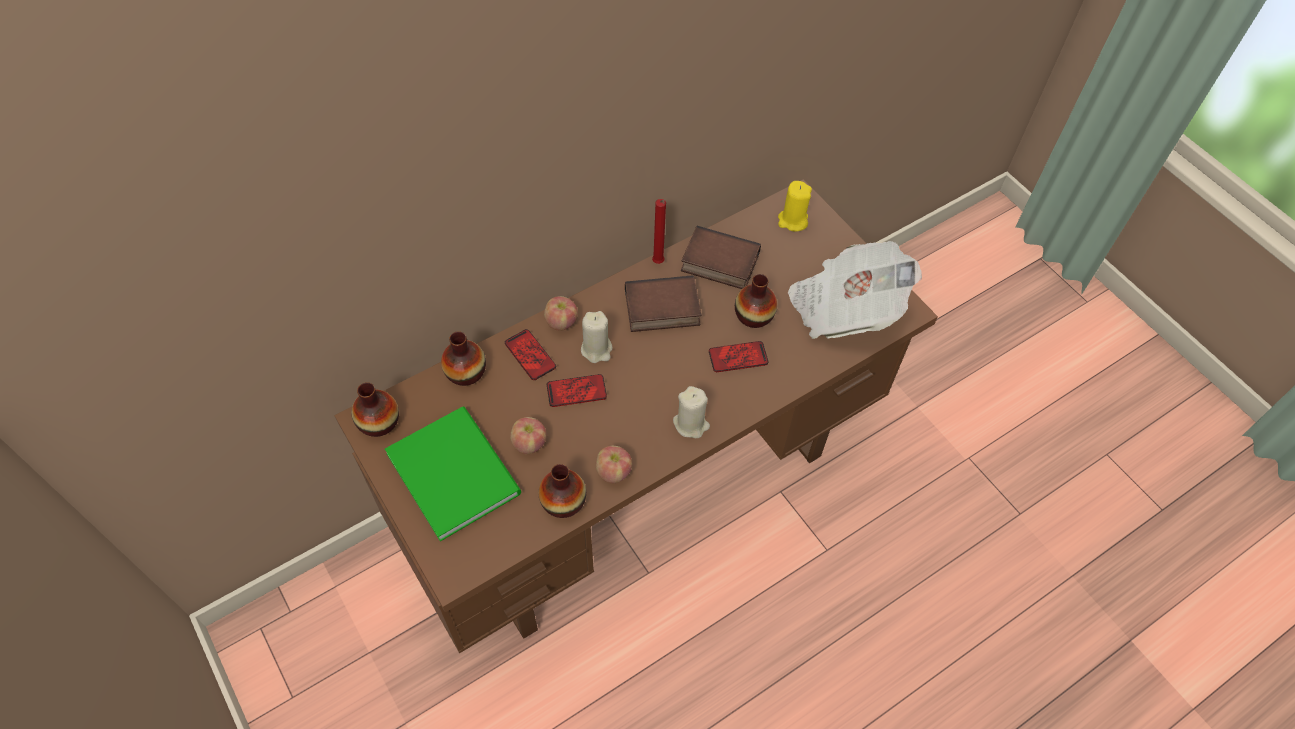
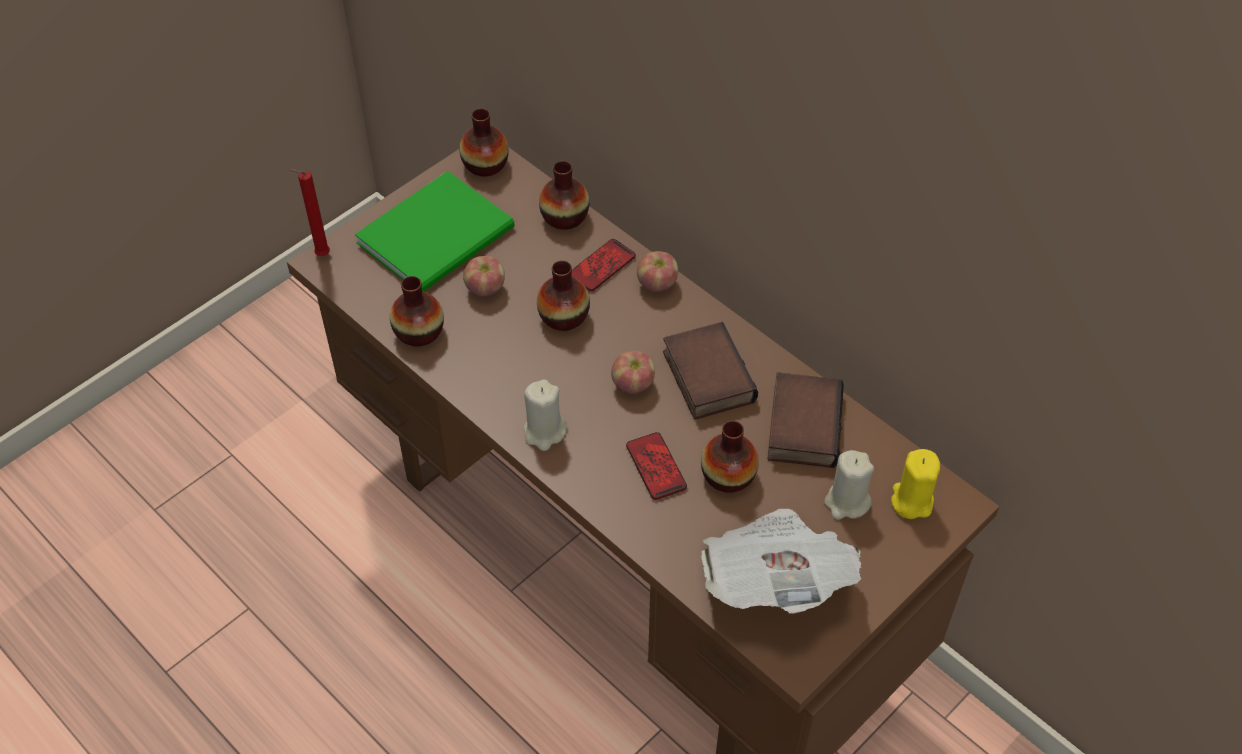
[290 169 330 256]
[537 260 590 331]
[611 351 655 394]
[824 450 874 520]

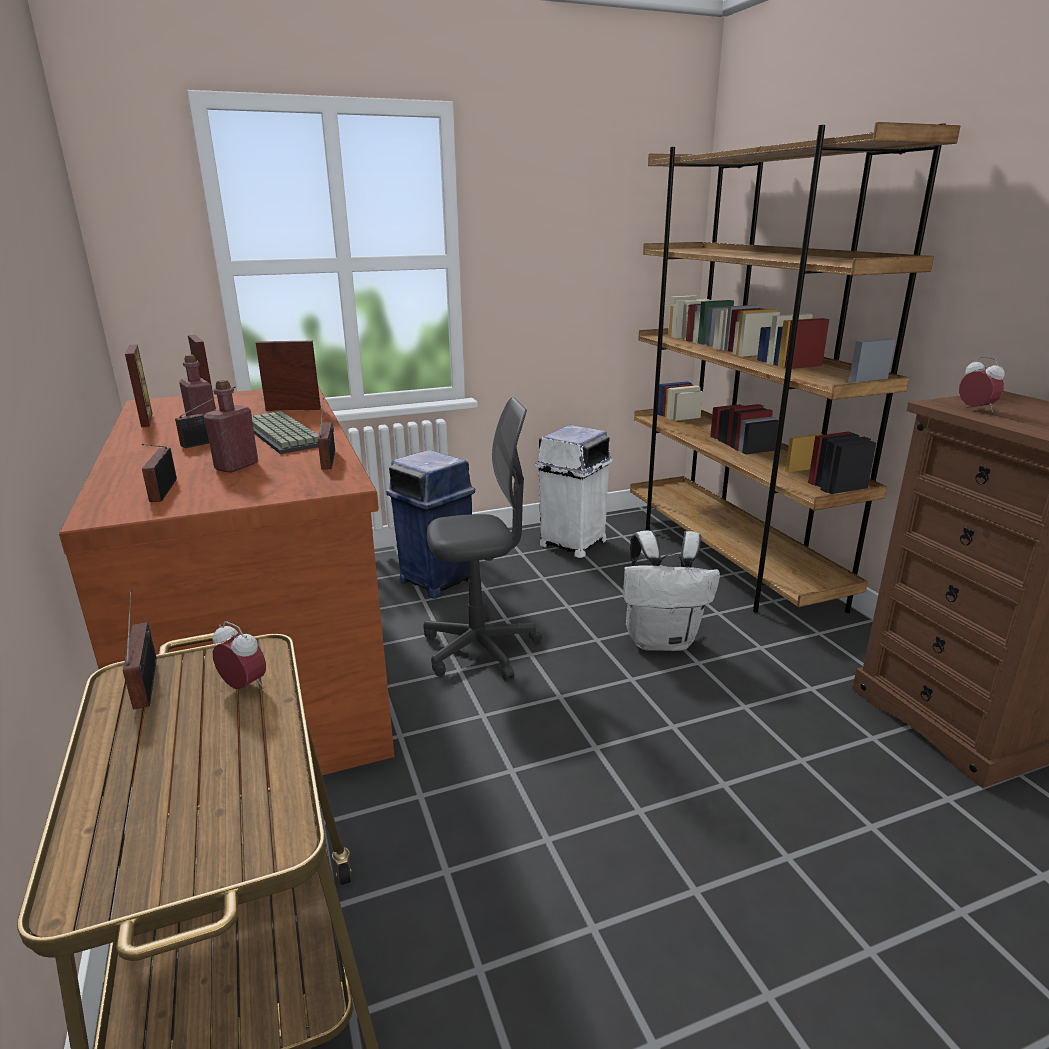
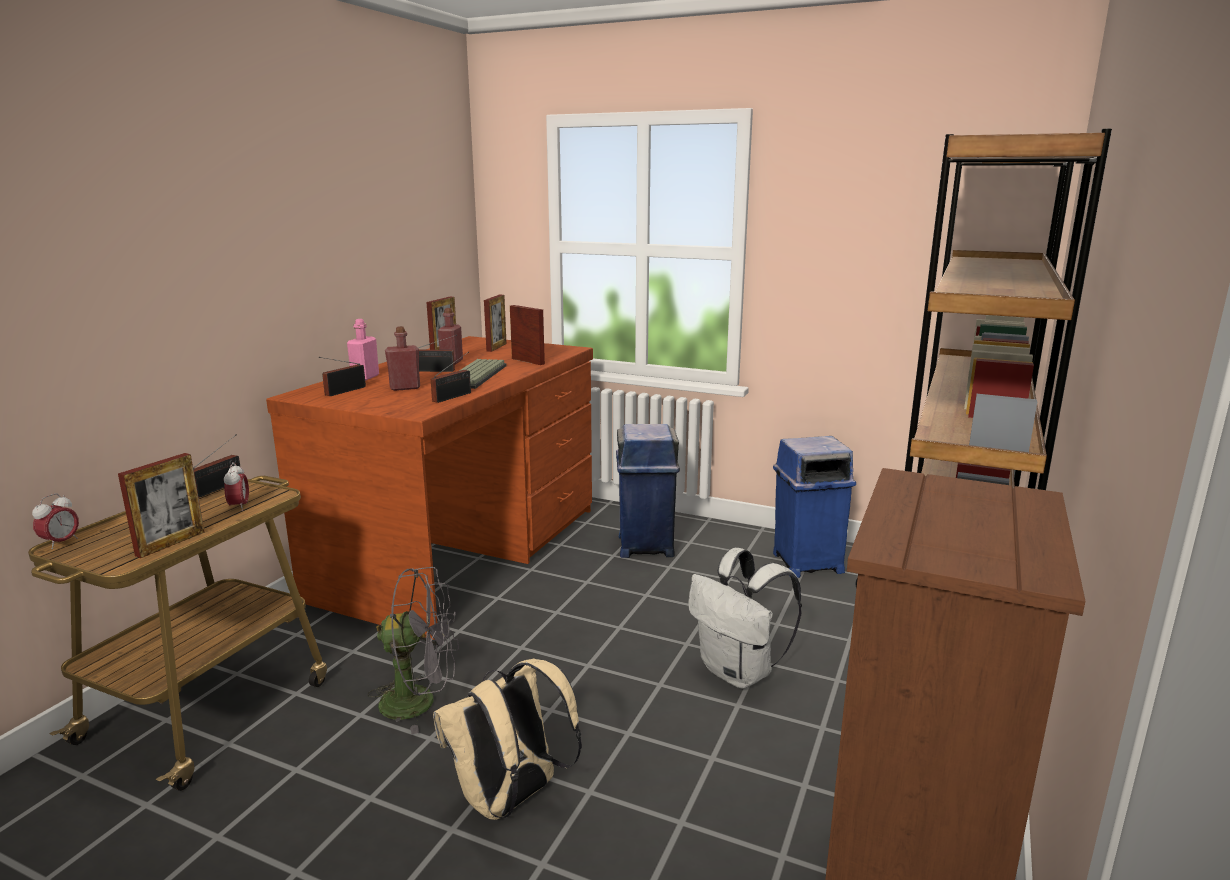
[32 493 79 549]
[118 453 204 558]
[347 319 379 381]
[367 567 459 734]
[433 658 582 820]
[773 436 856 578]
[423 397 542 681] (first image)

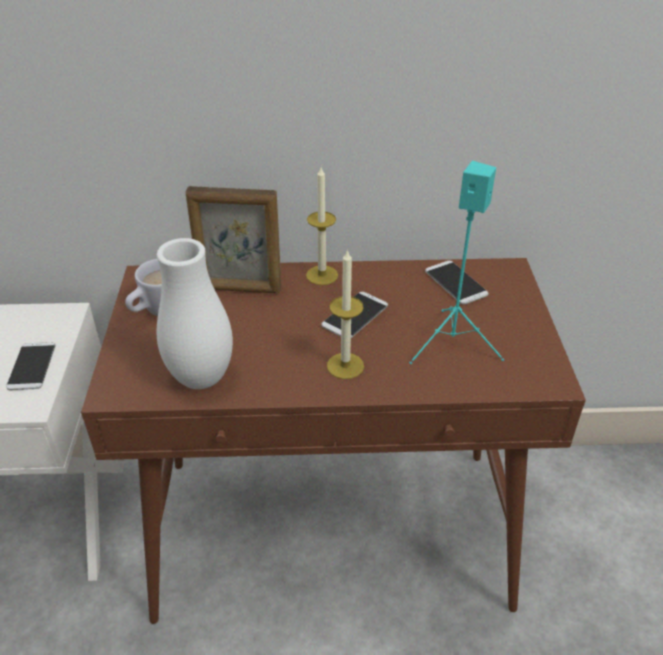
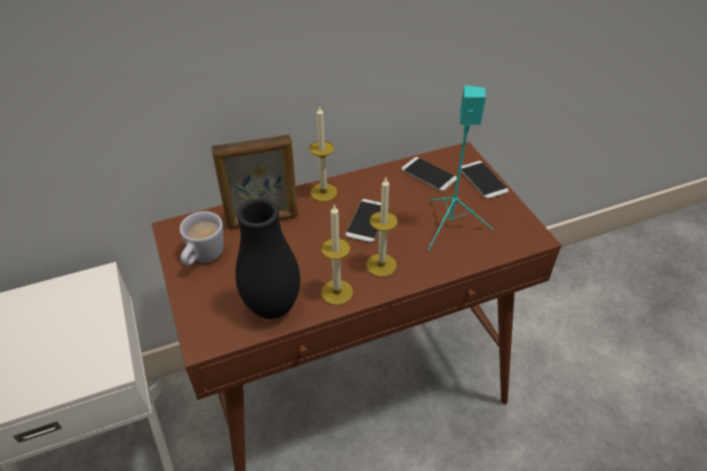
[235 198 300 319]
[321 204 353 305]
[461 161 509 199]

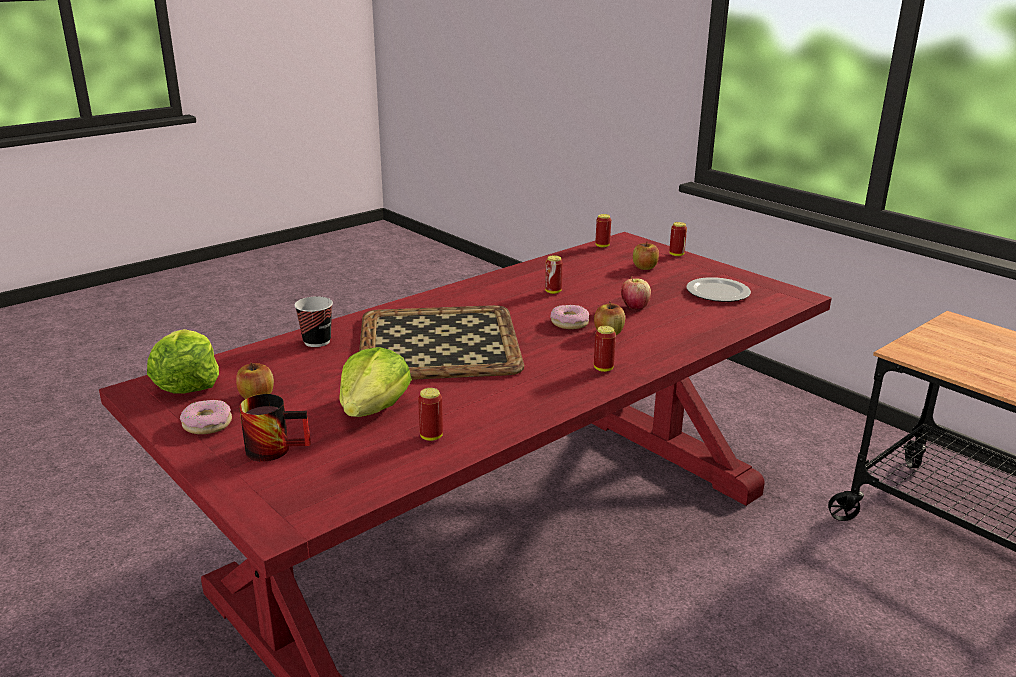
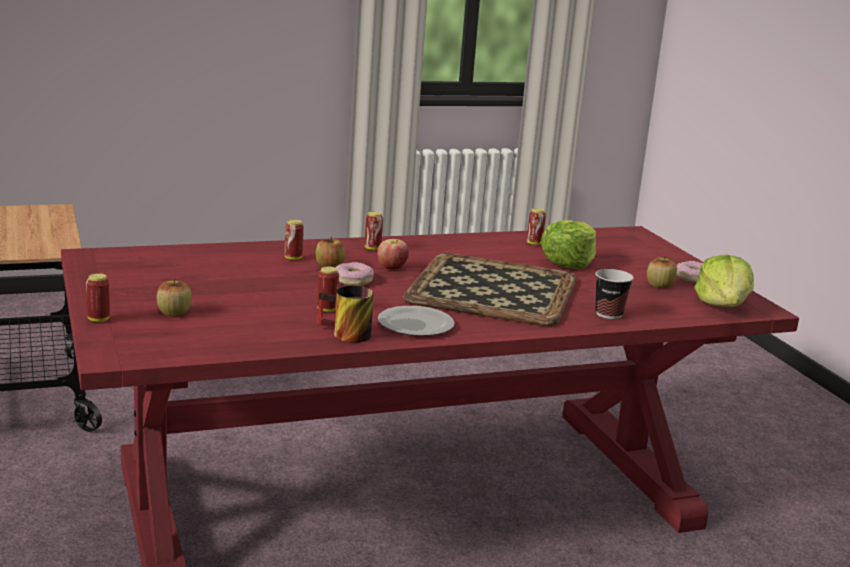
[285 220 304 260]
[318 286 374 342]
[377 239 409 269]
[378 306 454 336]

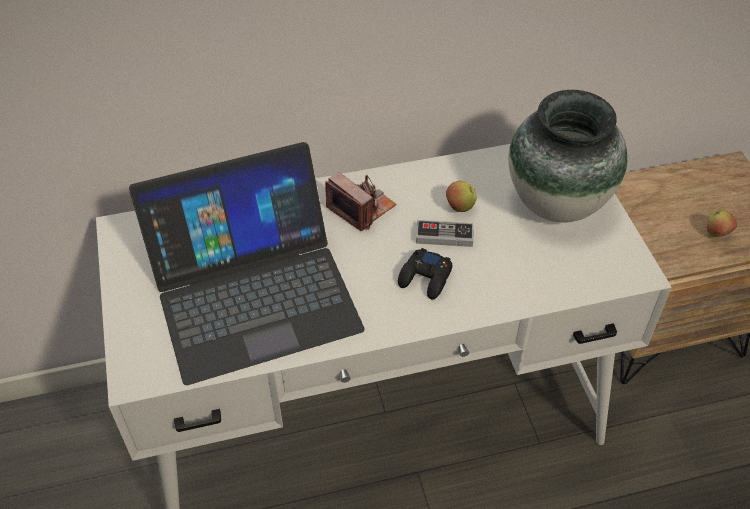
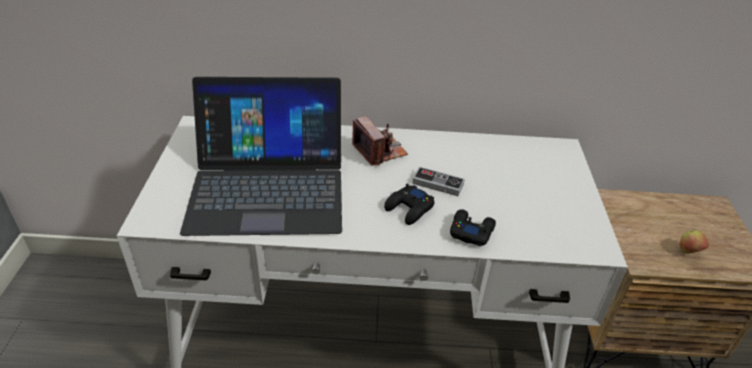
[450 209 496 246]
[446 181 477 212] (first image)
[508 90 627 223] (first image)

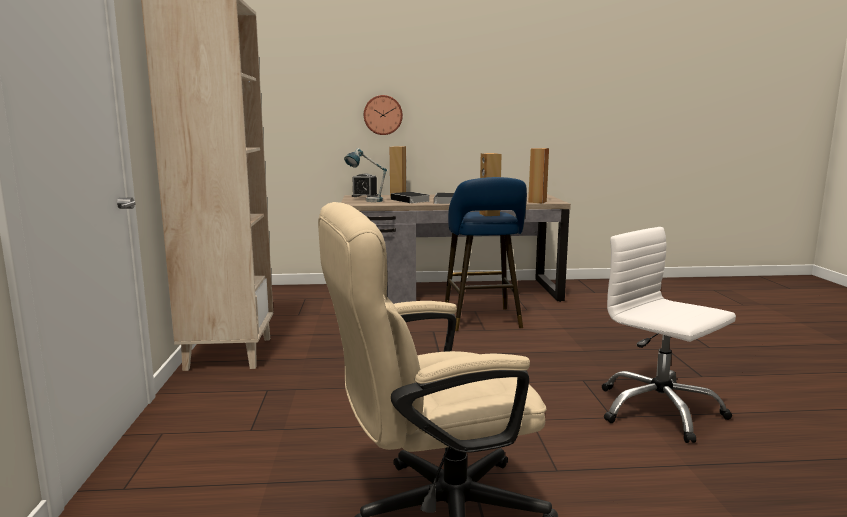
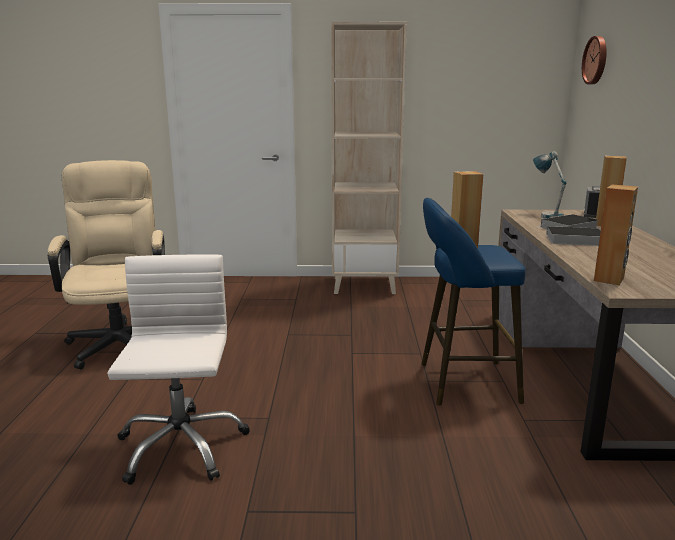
[107 255 250 485]
[582 36 607 84]

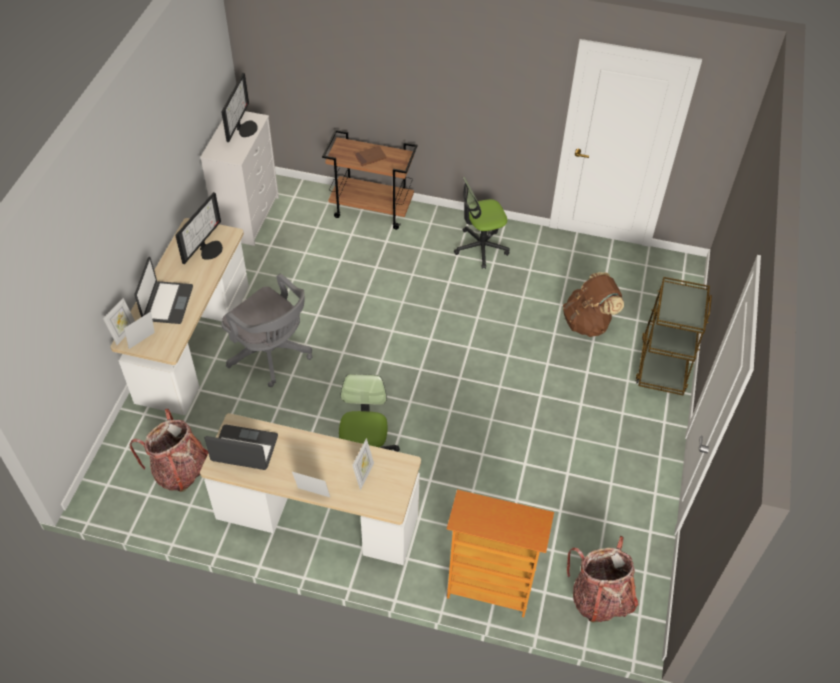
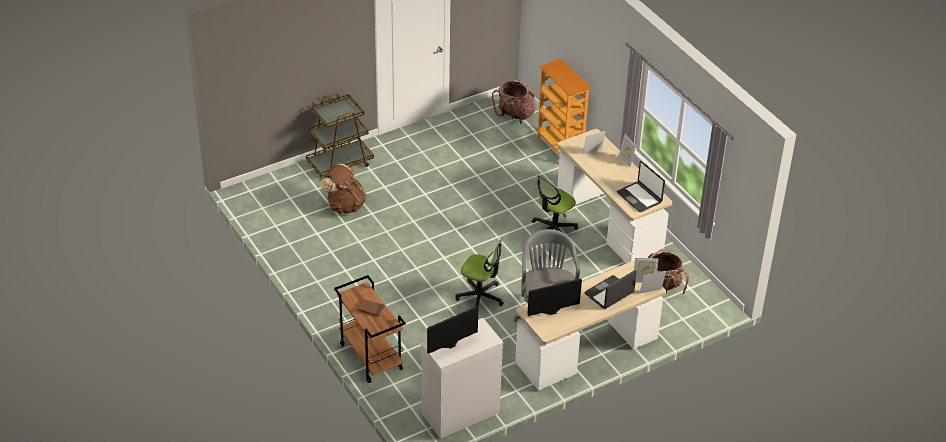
[455 238 504 307]

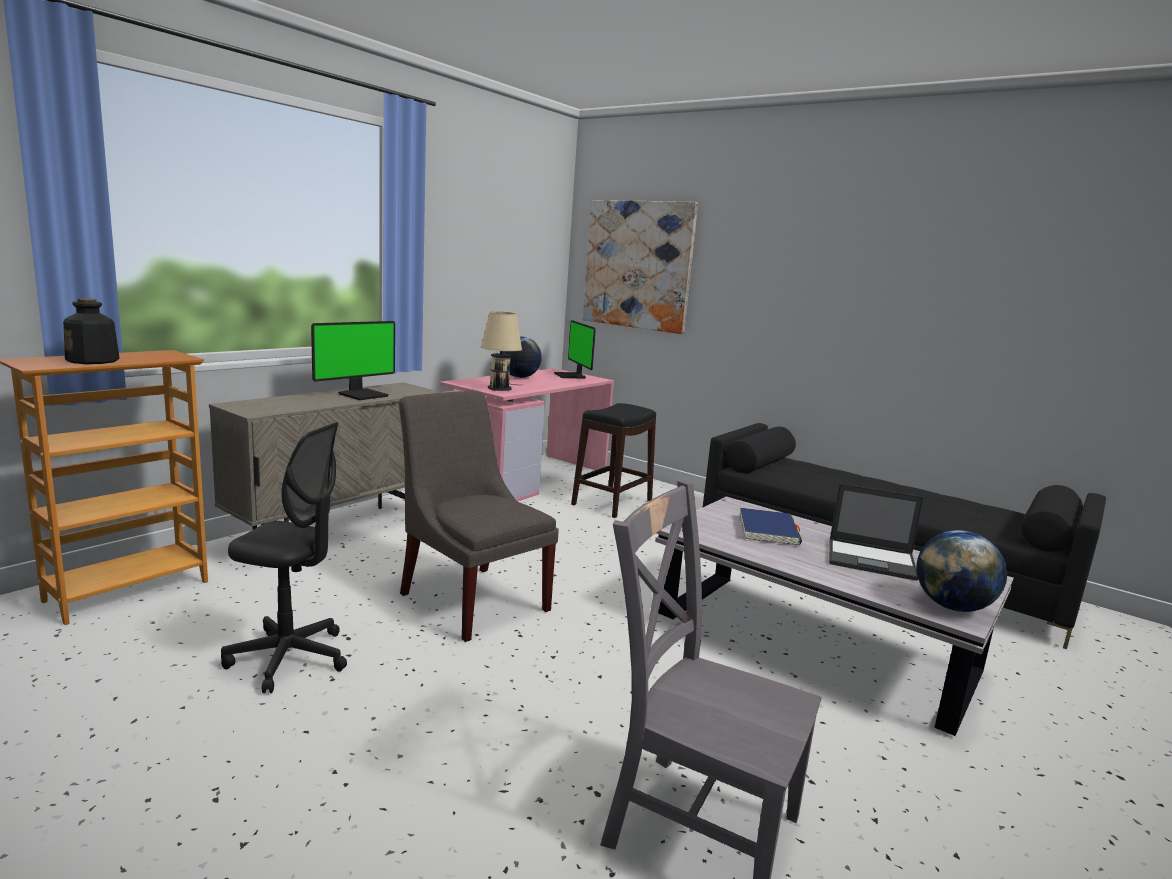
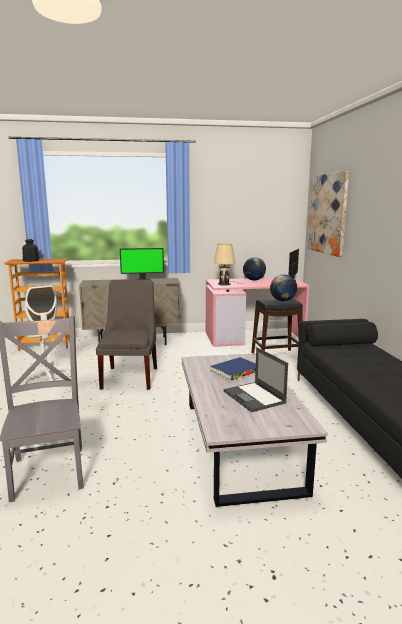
[23 285 70 384]
[270 274 297 301]

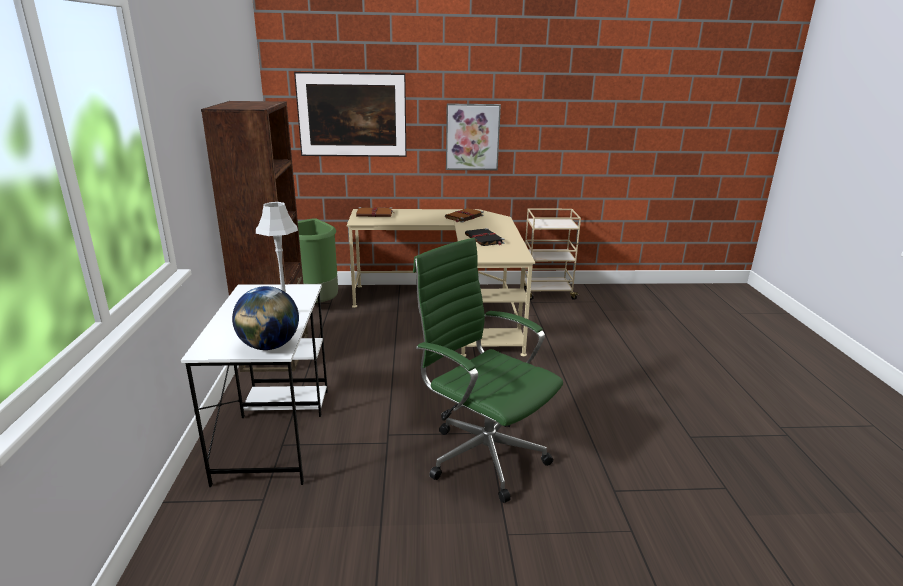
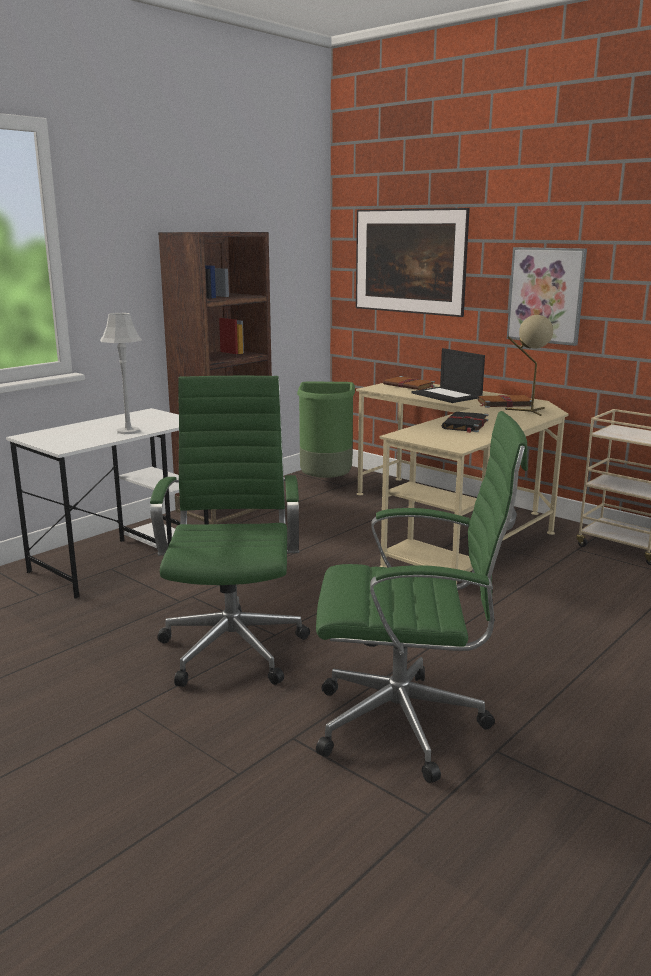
[316 411 528 783]
[412 348 485 403]
[505 315 553 416]
[232 286 299 350] (first image)

